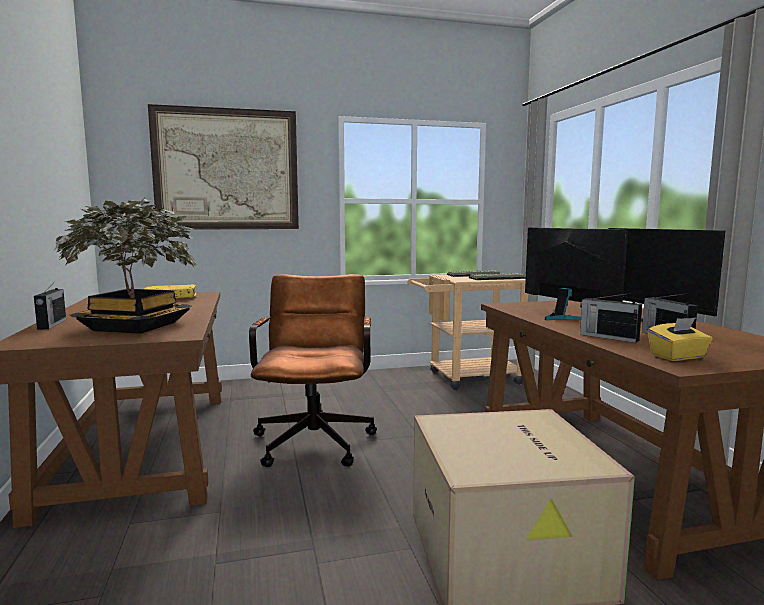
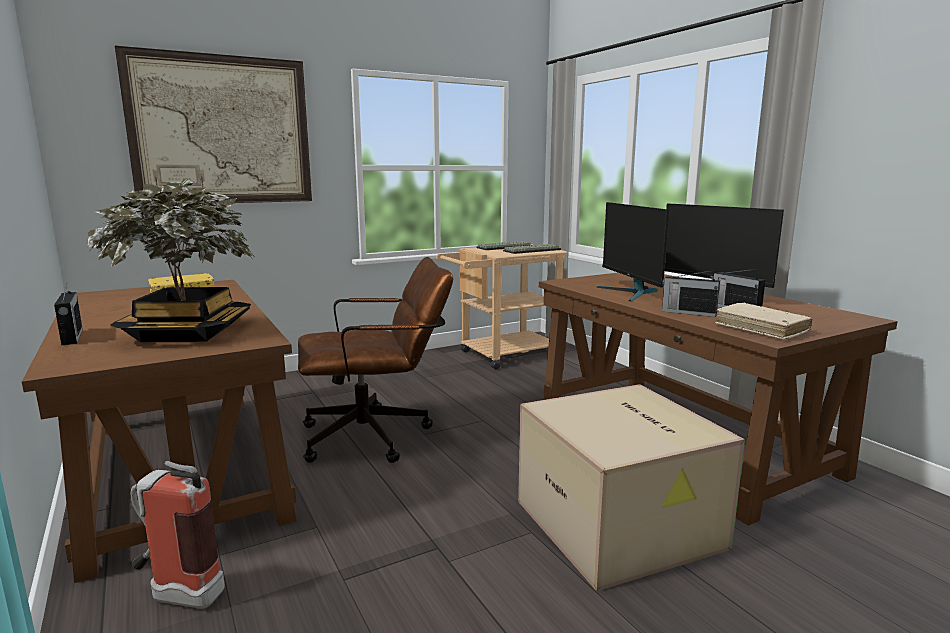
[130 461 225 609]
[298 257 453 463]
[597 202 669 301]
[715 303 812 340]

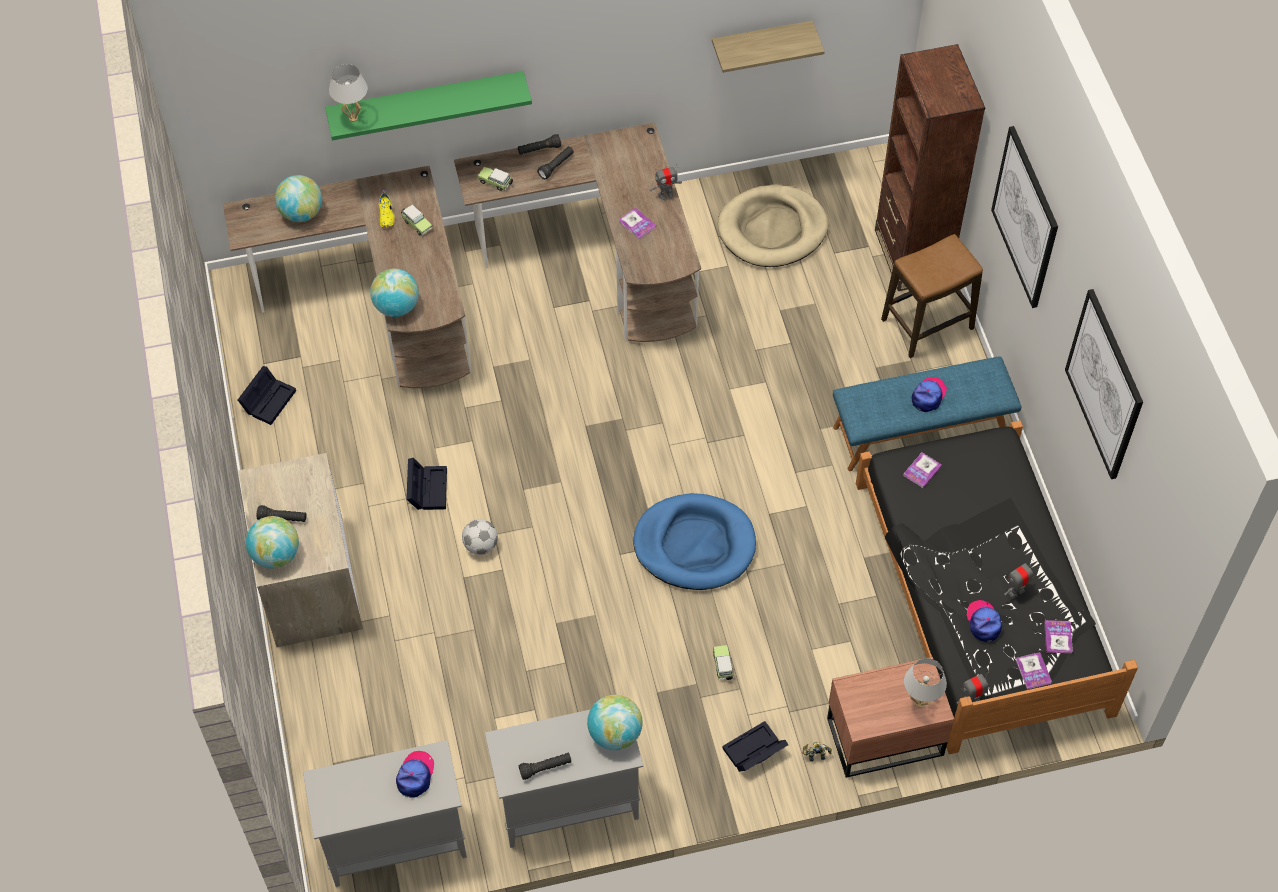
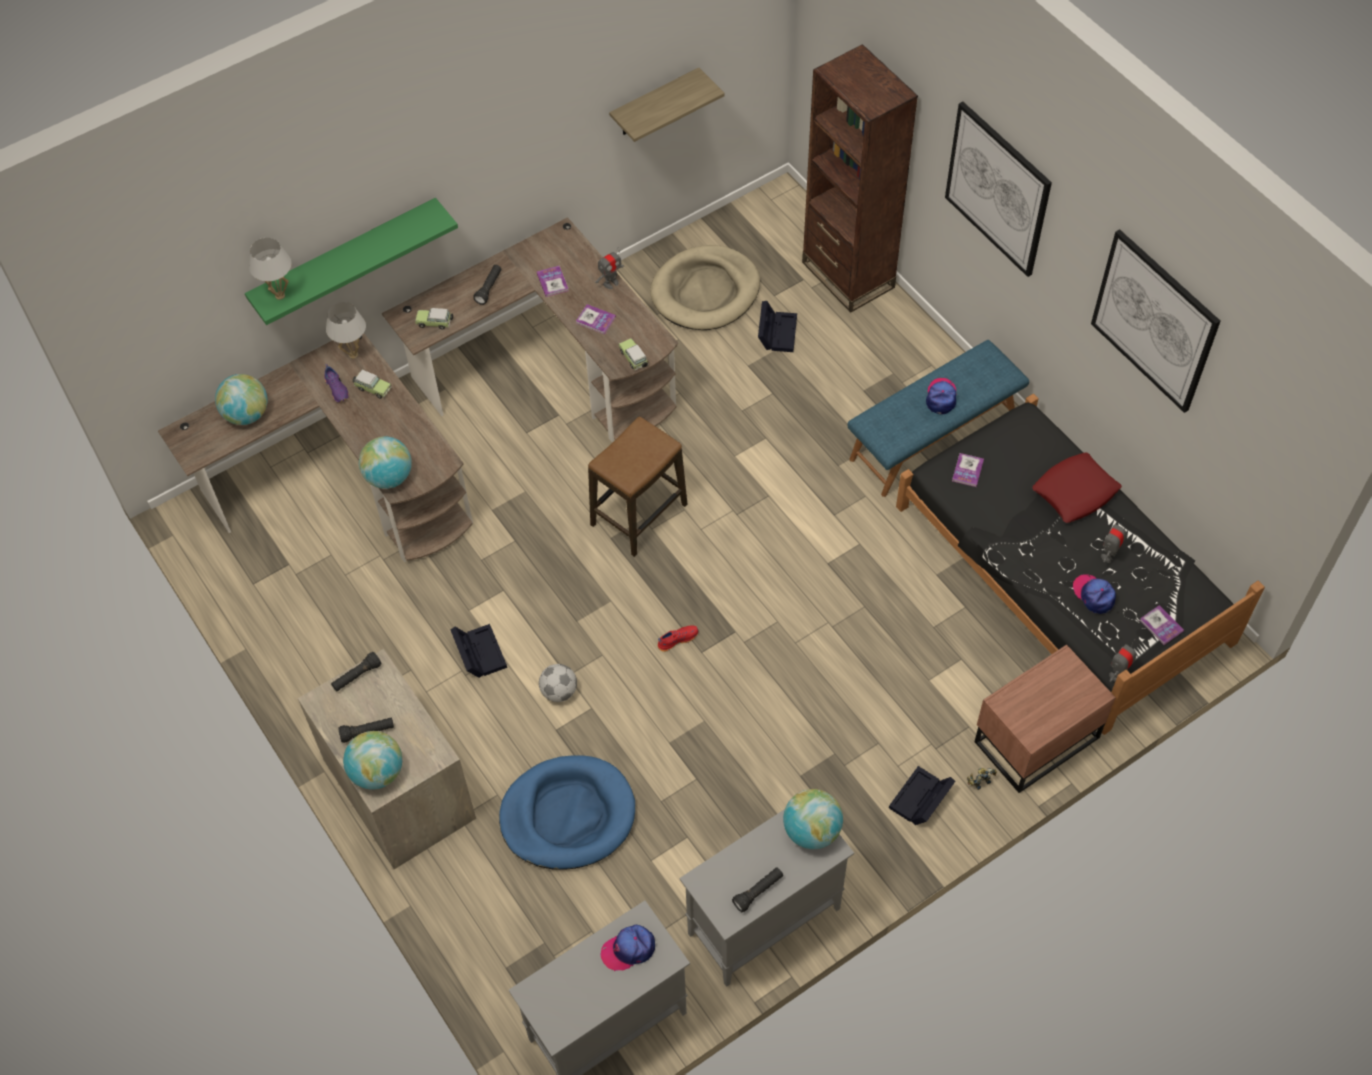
[324 364 349 402]
[326 302 366 359]
[331 652 382 691]
[499 755 635 870]
[537 266 569 297]
[588 416 687 557]
[600 925 655 971]
[618 338 649 370]
[657 626 698 652]
[758 301 797 352]
[1032 452 1122 523]

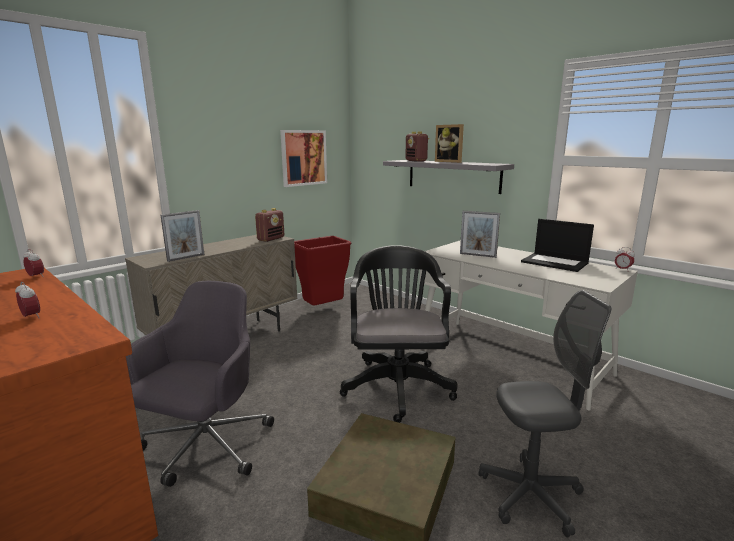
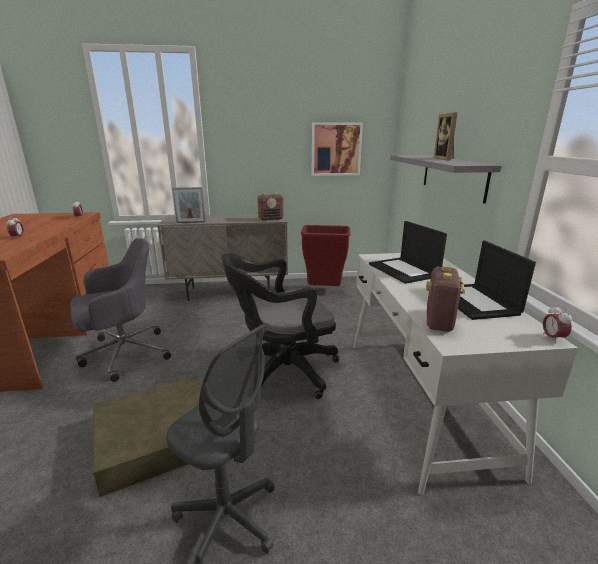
[221 253 339 399]
[369 221 447 284]
[426 265 465 332]

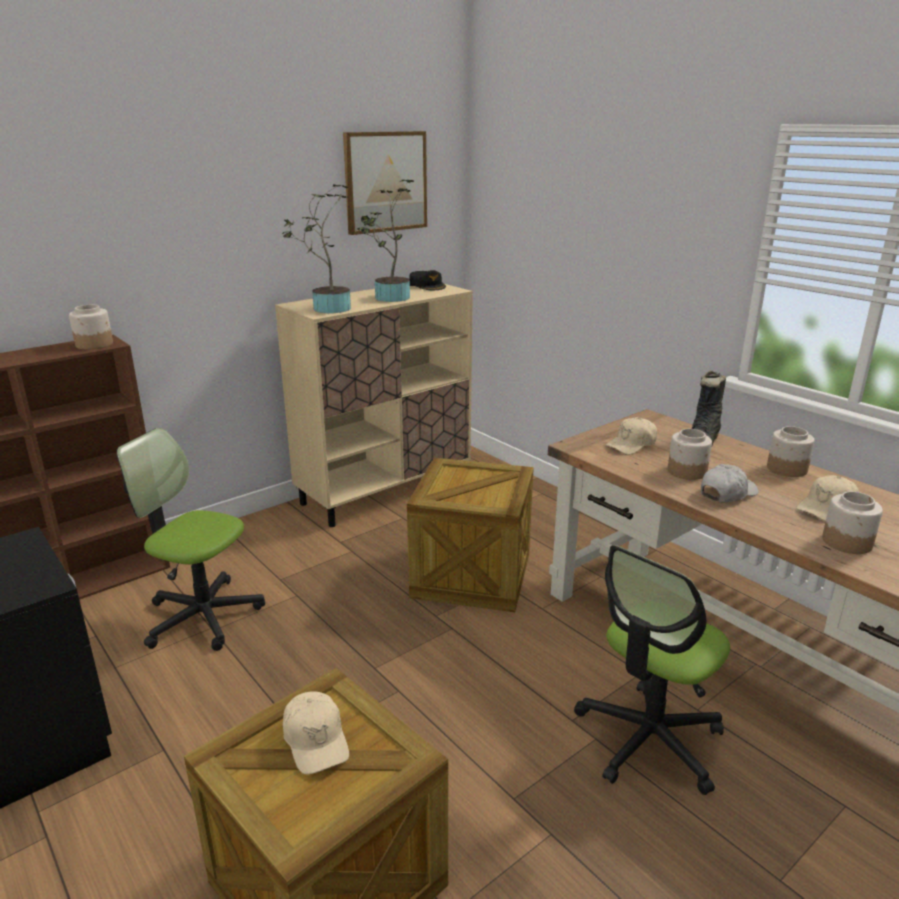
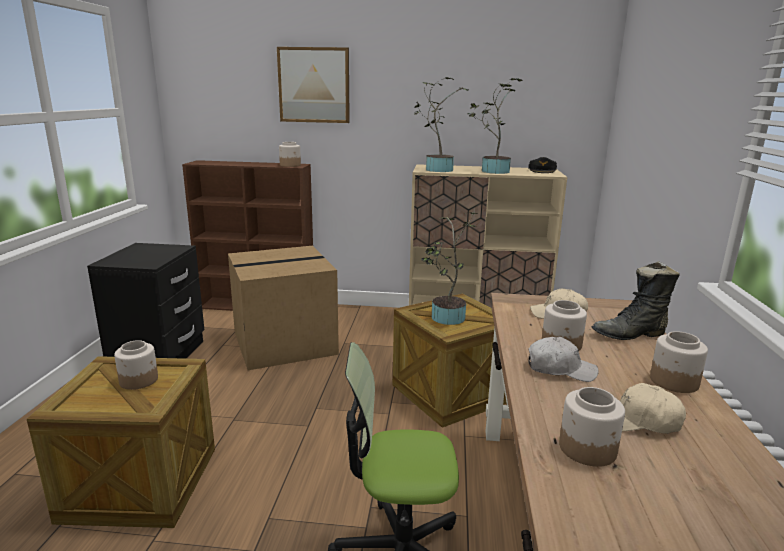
[114 340 158 390]
[228 246 339 370]
[277 47 350 123]
[421 212 478 325]

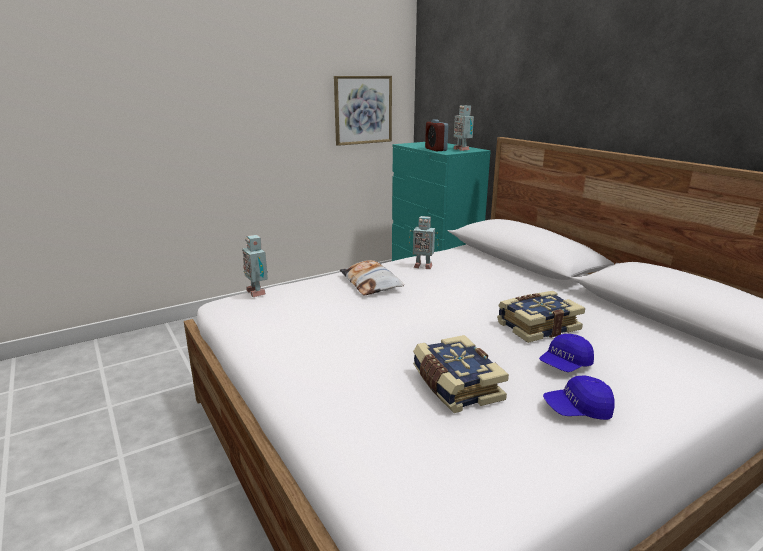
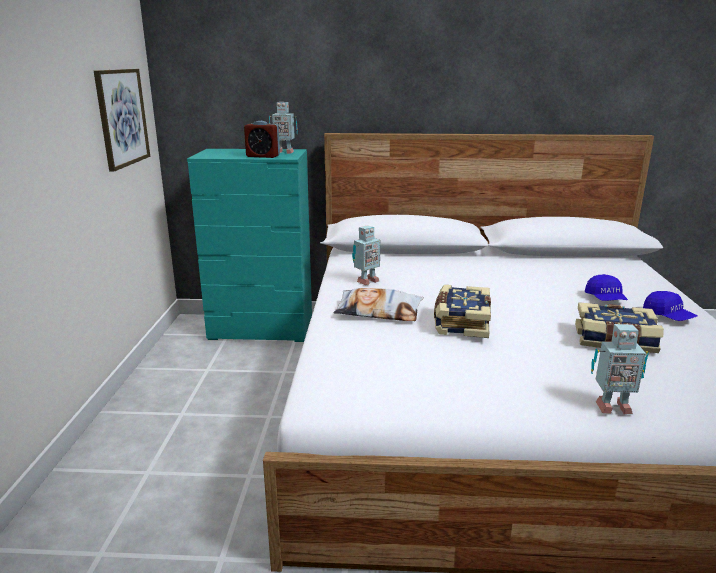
[434 285 491 338]
[591 324 649 415]
[643 291 698 321]

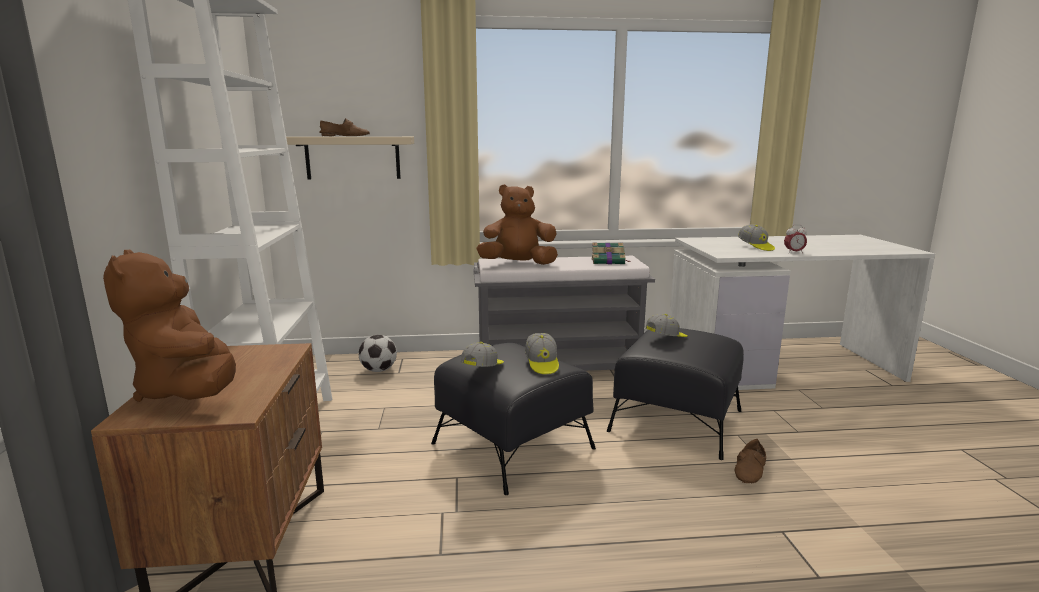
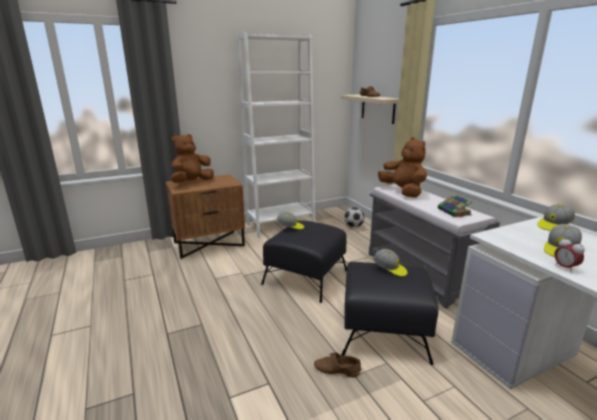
[537 204 575 231]

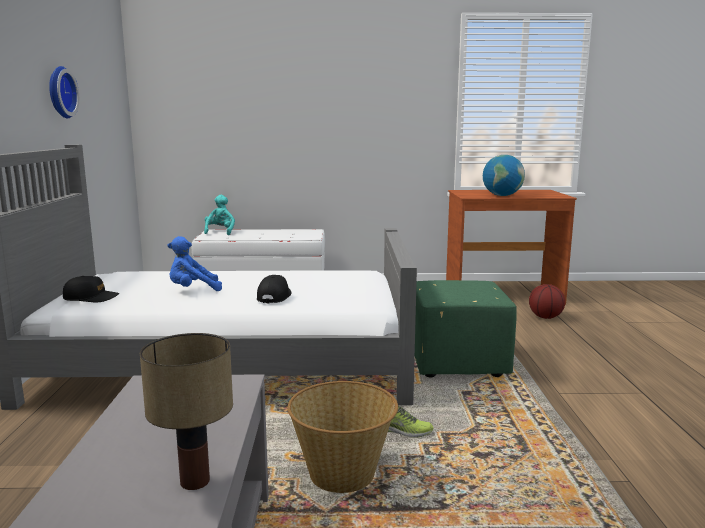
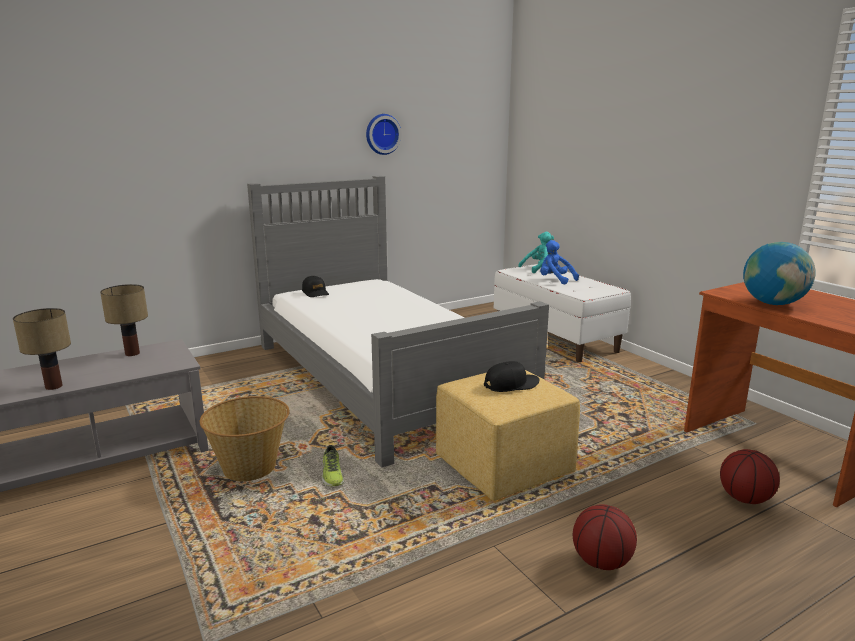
[100 284 148 356]
[436 370 580 501]
[484 361 540 392]
[540 240 579 285]
[573 504 637 570]

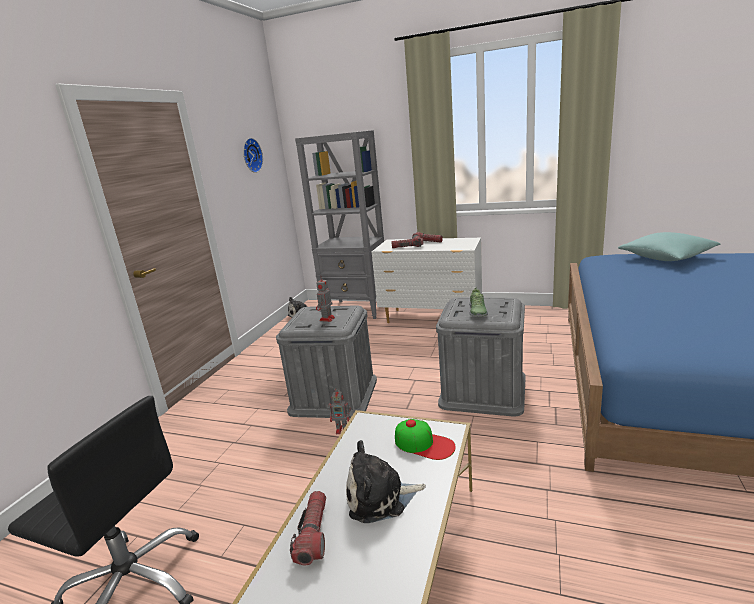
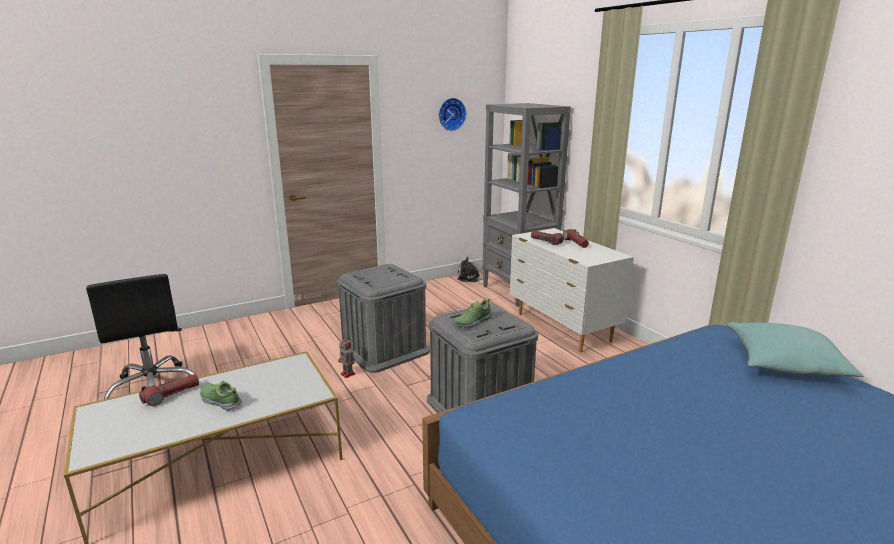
[200 381 242 411]
[316 276 335 322] (first image)
[395 419 456 460] (first image)

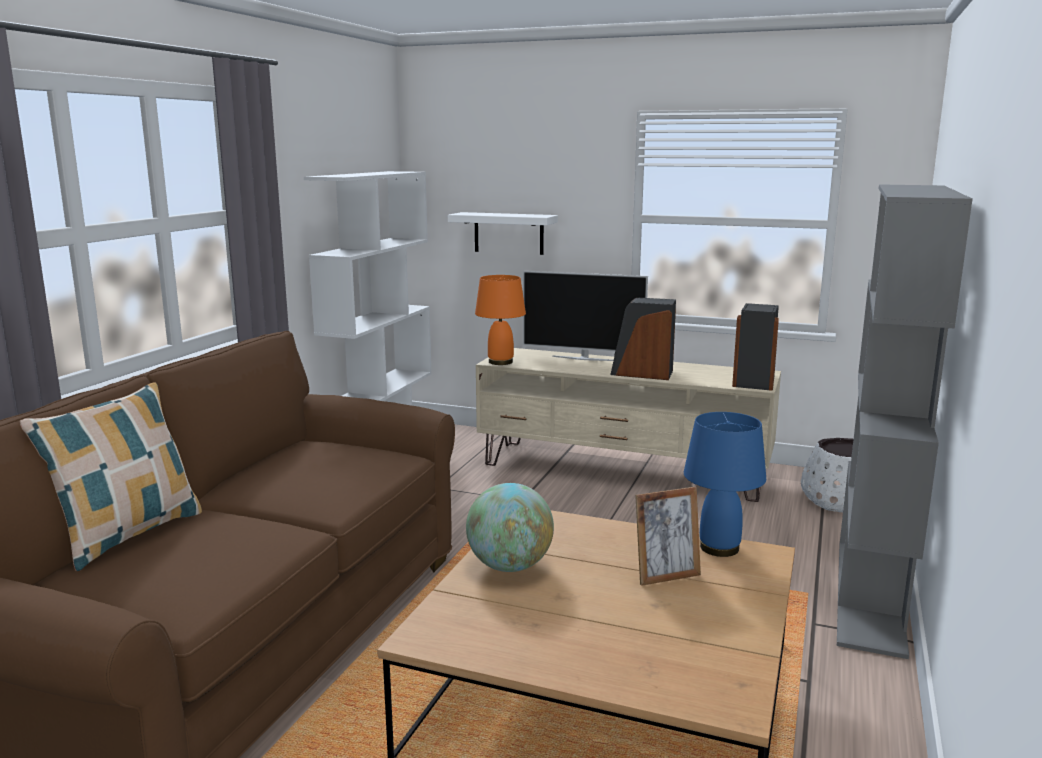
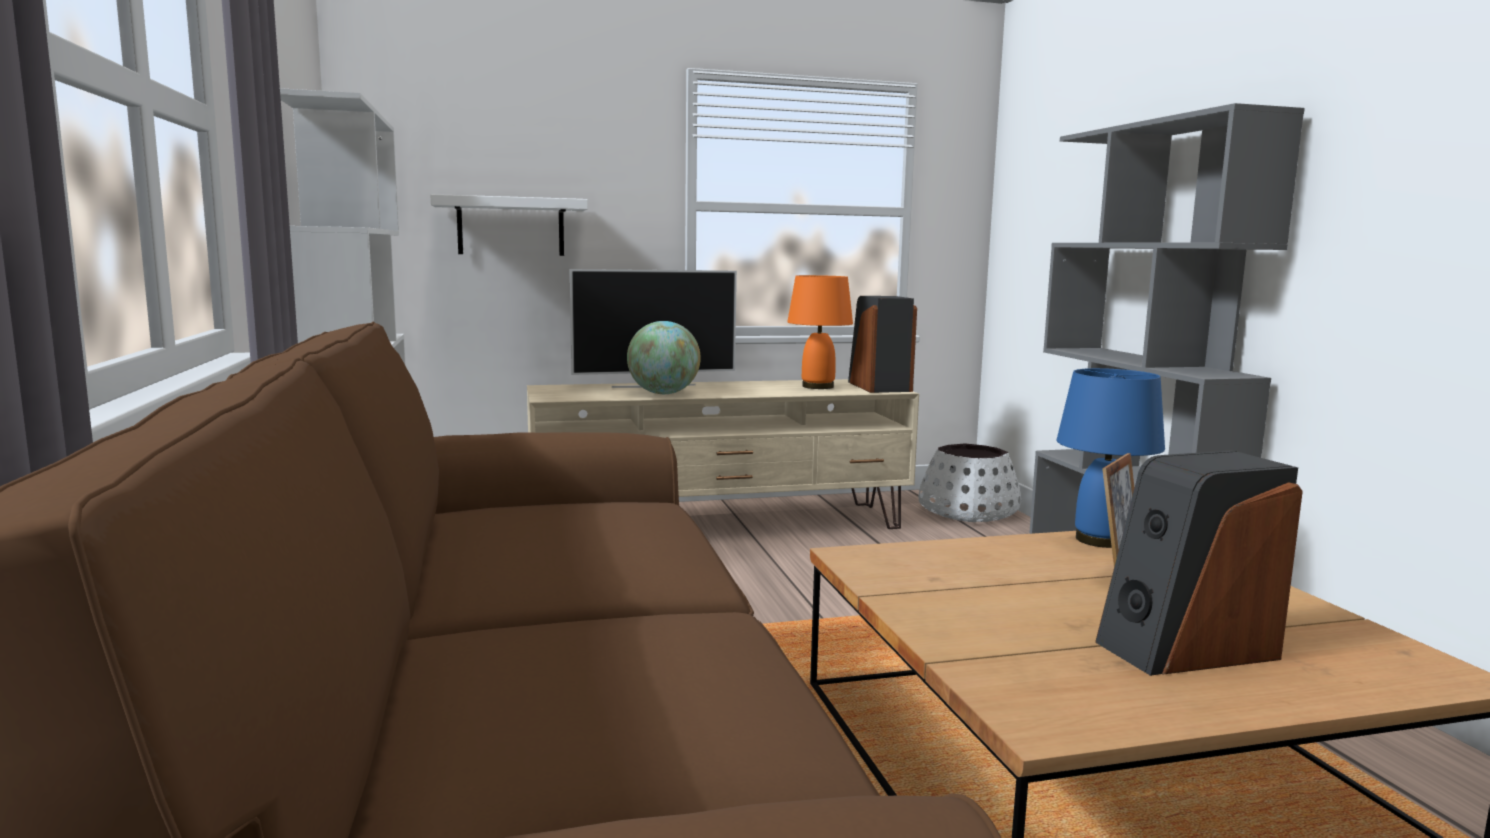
[627 321 701 394]
[787 275 853 389]
[1095 450 1303 676]
[20 382 202 571] (first image)

